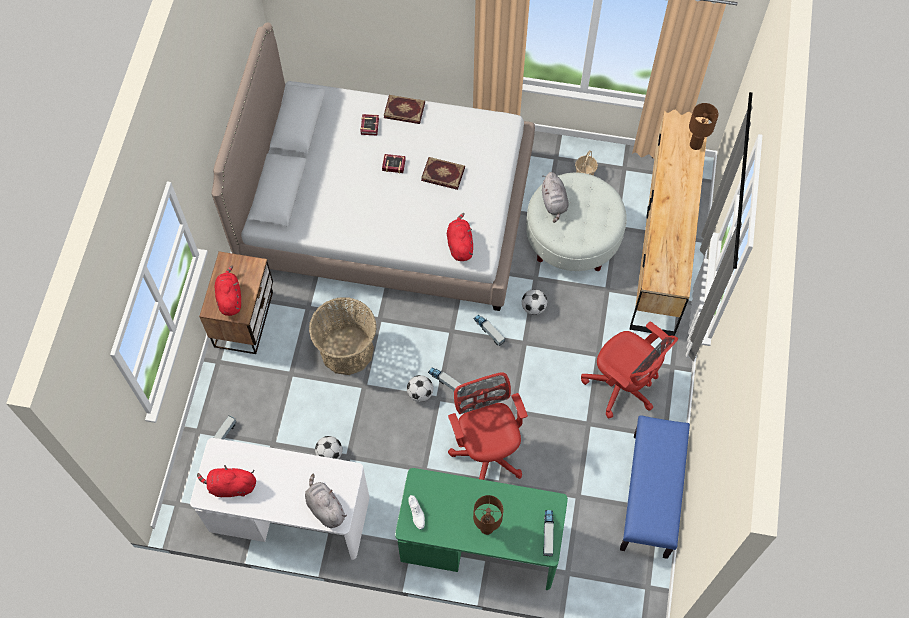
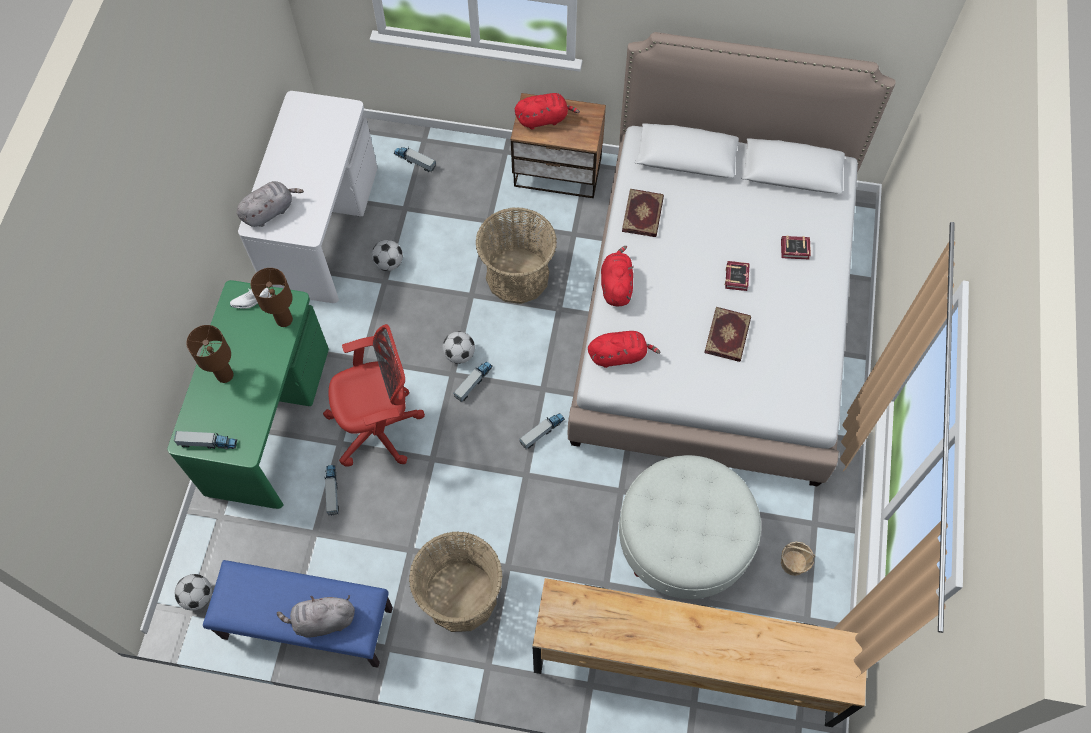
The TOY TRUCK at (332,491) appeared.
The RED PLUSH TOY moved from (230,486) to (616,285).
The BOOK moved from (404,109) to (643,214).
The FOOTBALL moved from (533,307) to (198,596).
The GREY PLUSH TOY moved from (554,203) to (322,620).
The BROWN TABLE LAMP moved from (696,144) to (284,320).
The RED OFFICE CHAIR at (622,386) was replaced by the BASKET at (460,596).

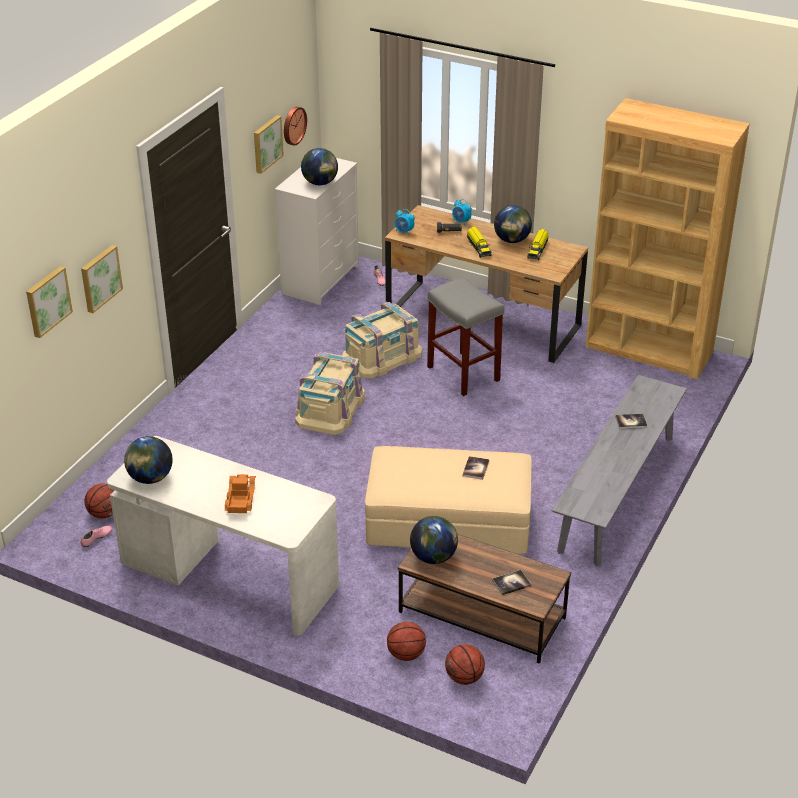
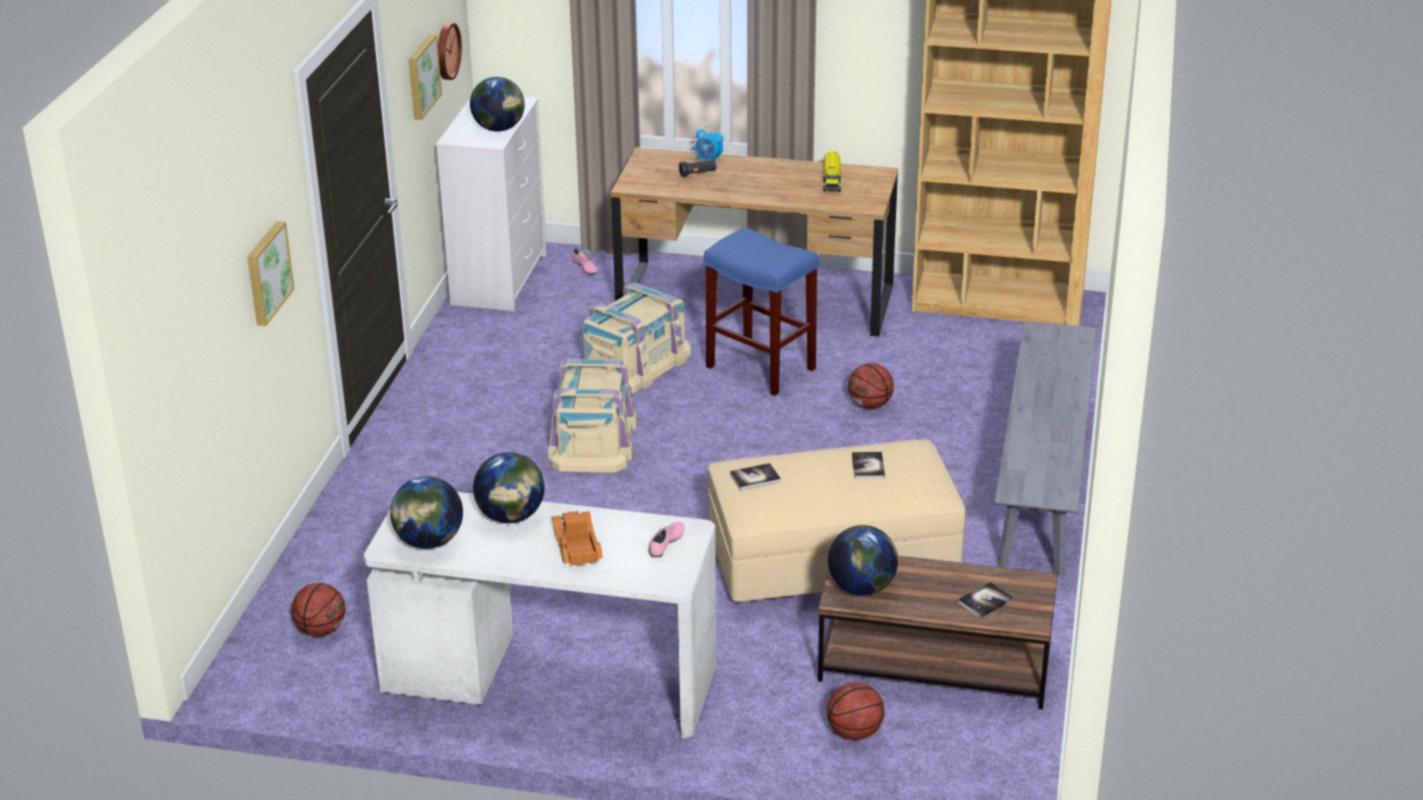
The PICTURE at (47,301) disappeared.
The ALARM CLOCK at (404,232) disappeared.
The TOY TRUCK at (478,247) disappeared.
The PINK SHOE moved from (96,539) to (666,544).
The BASKETBALL moved from (464,678) to (870,405).
The GLOBE moved from (512,240) to (511,517).
The BOOK moved from (631,422) to (755,478).
The GREY STOOL at (462,373) became the BLUE STOOL at (759,368).

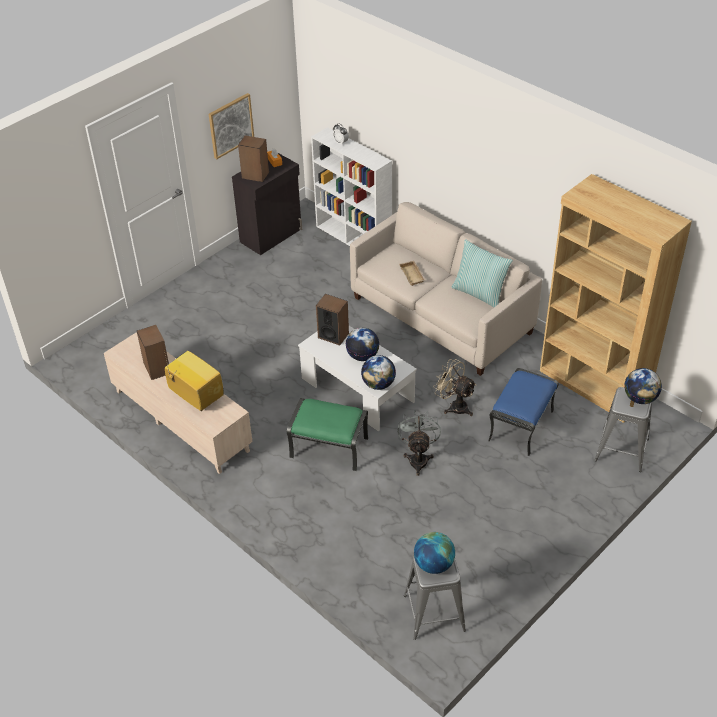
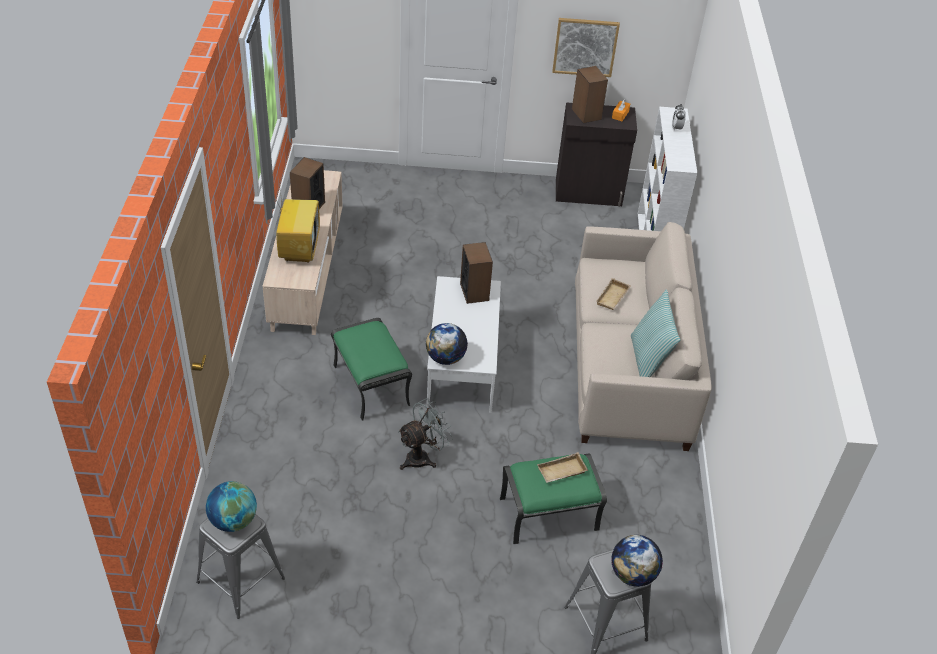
The GLOBE at (363,356) disappeared.
The BEIGE FAN at (454,406) disappeared.
The BROWN BOOKCASE at (593,385) disappeared.
The BEIGE TRAY at (561,472) appeared.
The BLUE OTTOMAN at (521,426) became the GREEN OTTOMAN at (548,515).

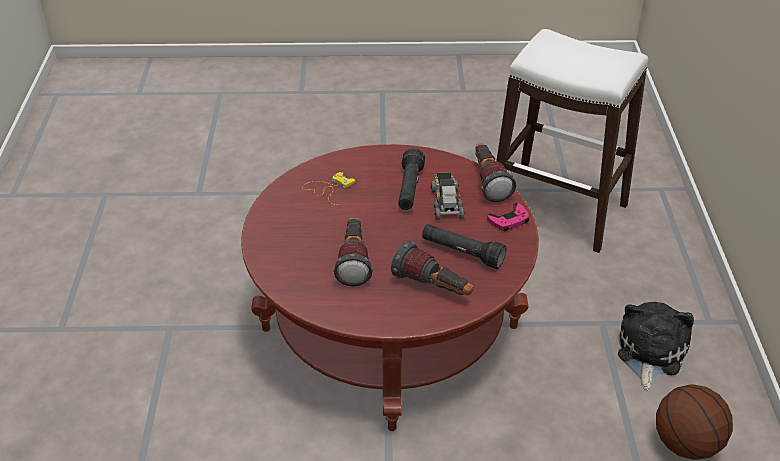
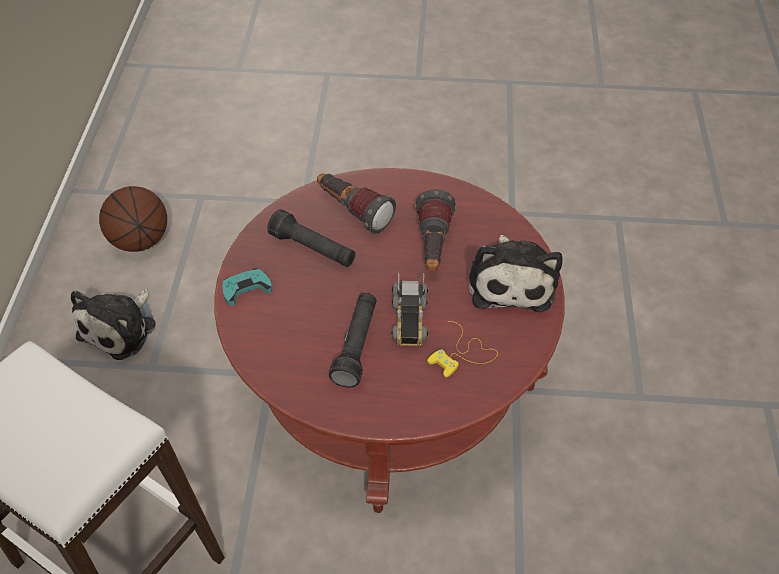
The FLASHLIGHT at (488,182) disappeared.
The PLUSH TOY at (511,281) appeared.
The TOY TRUCK moved from (446,202) to (409,319).
The PINK GAME CONTROLLER at (509,220) became the TURQUOISE GAME CONTROLLER at (246,288).

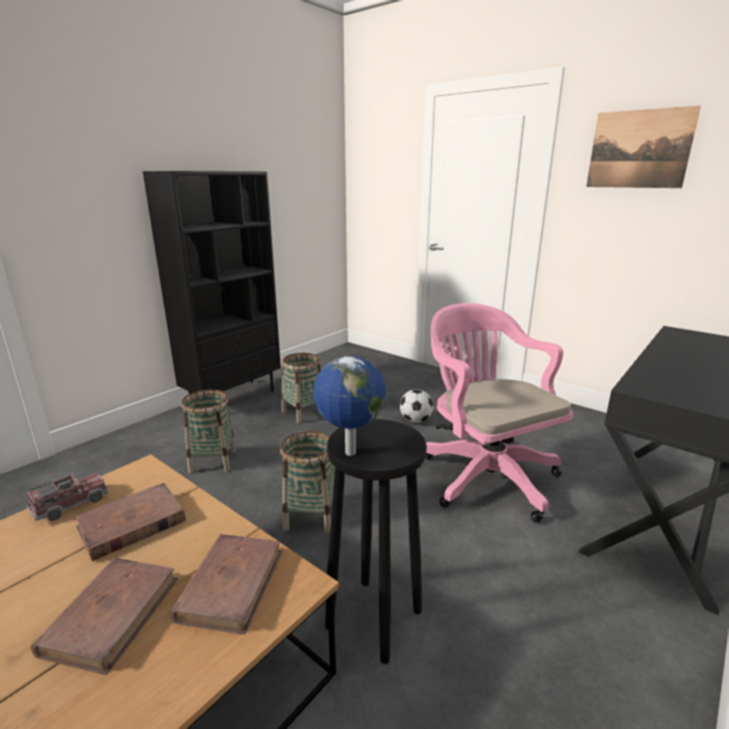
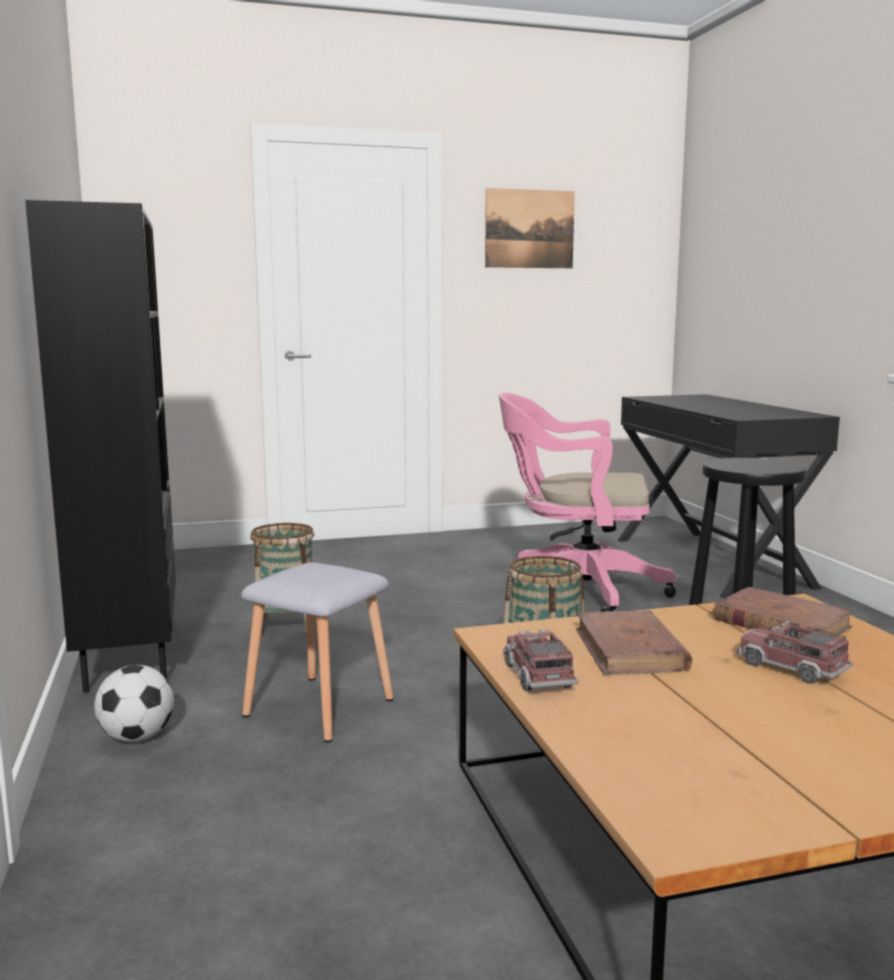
The GLOBE at (349,453) disappeared.
The FOOTBALL moved from (415,420) to (137,737).
The BROWN BOOK at (112,615) was replaced by the TOY TRUCK at (791,668).
The BASKET at (213,461) was replaced by the GREY STOOL at (319,706).

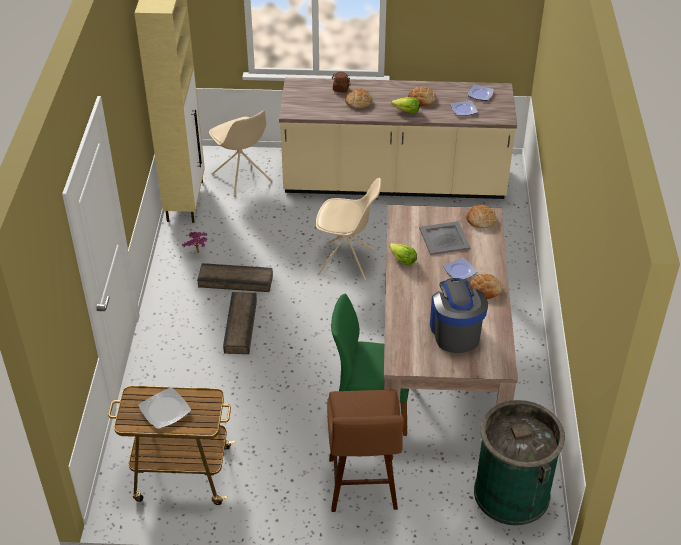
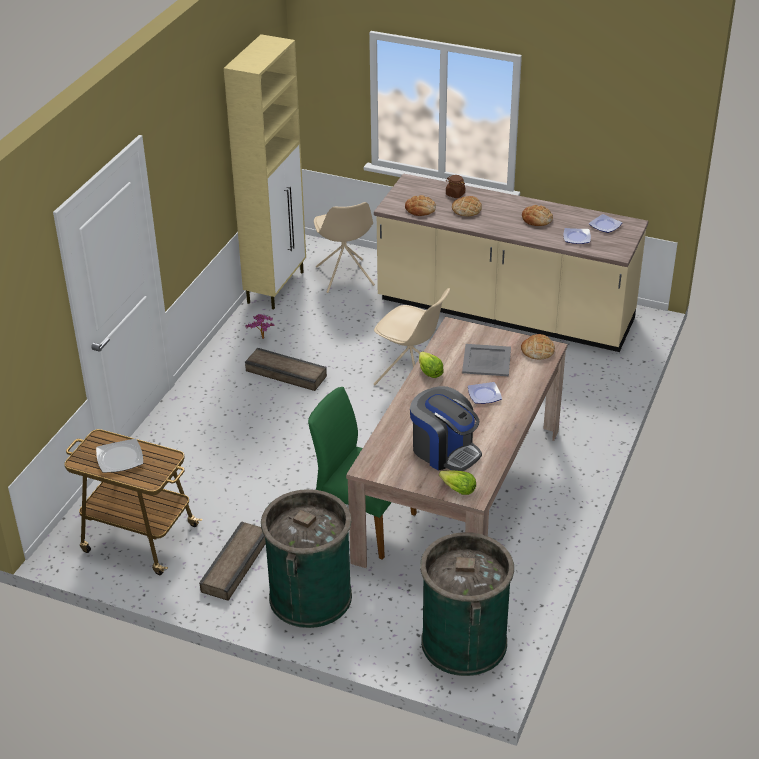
The CRATE moved from (239,326) to (234,564).
The LETTUCE moved from (406,111) to (457,489).
The BREAD moved from (485,289) to (420,209).
The BROWN STOOL at (363,487) was replaced by the GREEN TRASH CAN at (310,596).
The COFFEE MACHINE at (455,331) turned 120 degrees clockwise.

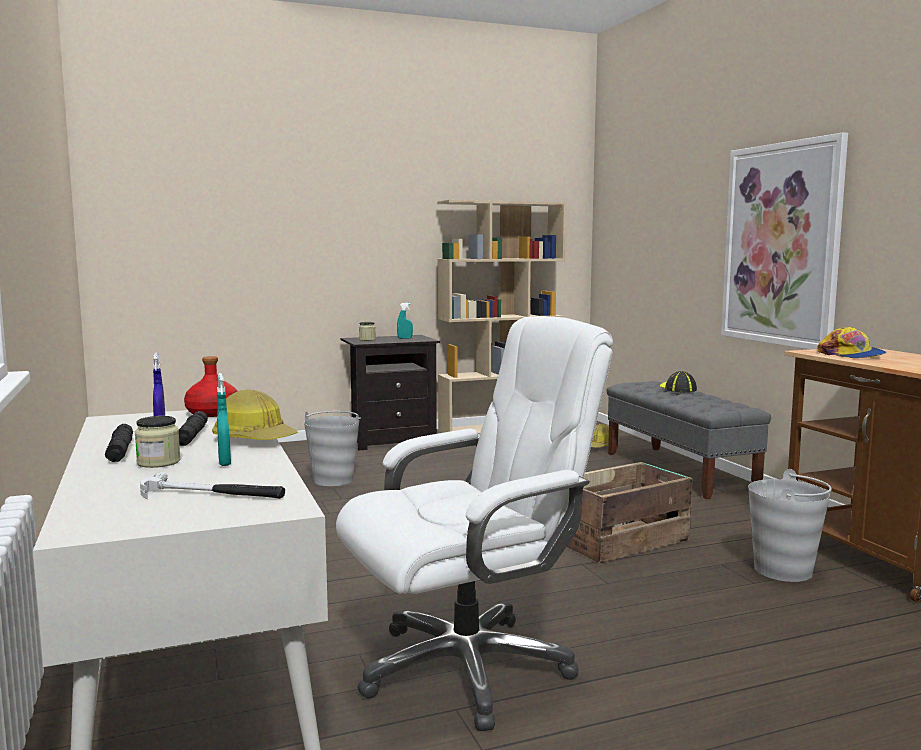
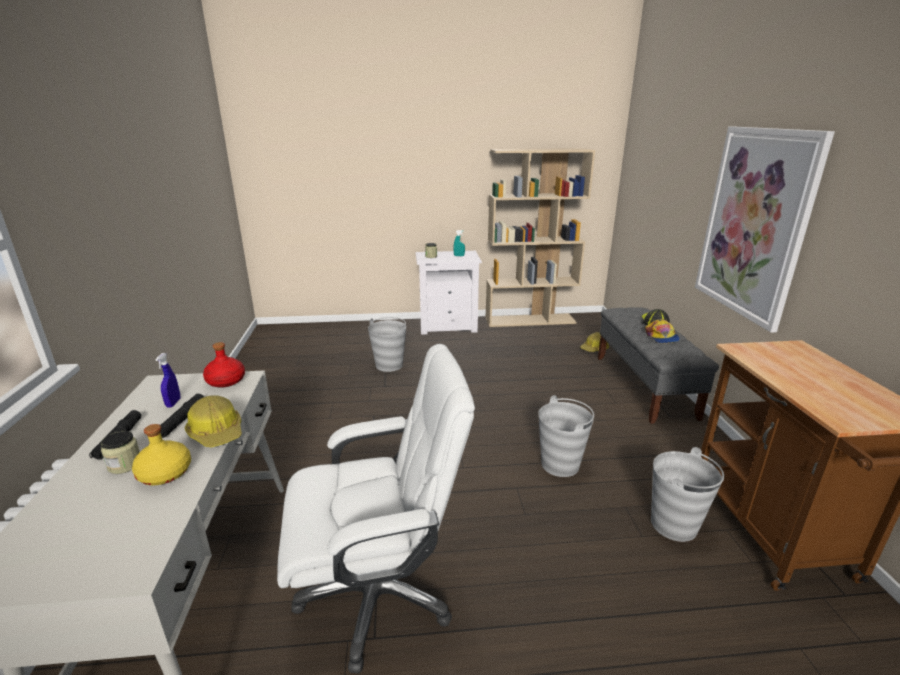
The HAMMER at (211,494) disappeared.
The CAP moved from (851,355) to (661,337).
The TURQUOISE SPRAY BOTTLE at (224,463) was replaced by the YELLOW BOTTLE at (164,474).
The CRATE at (623,540) was replaced by the GREY BUCKET at (560,464).
The BLACK NIGHTSTAND at (391,440) became the WHITE NIGHTSTAND at (448,325).

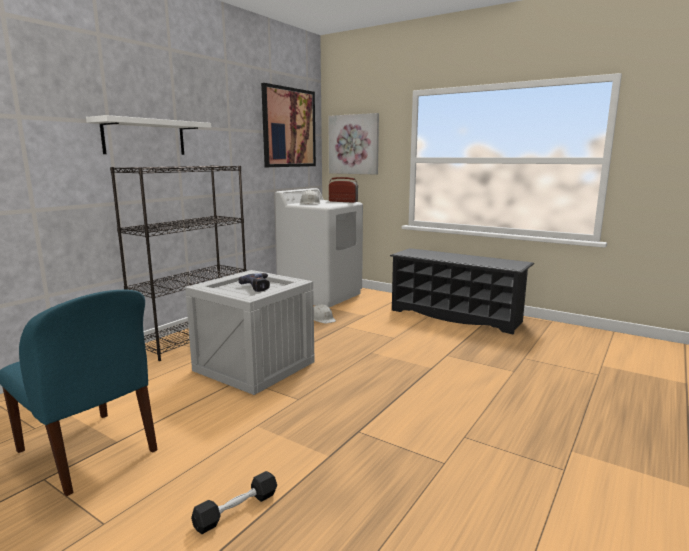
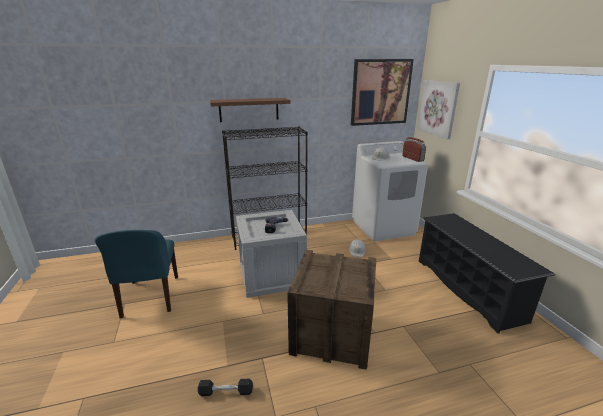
The CRATE at (332,333) appeared.
The BLACK DUMBBELL moved from (236,510) to (226,392).
The WHITE SHELF at (144,137) became the BROWN SHELF at (249,109).

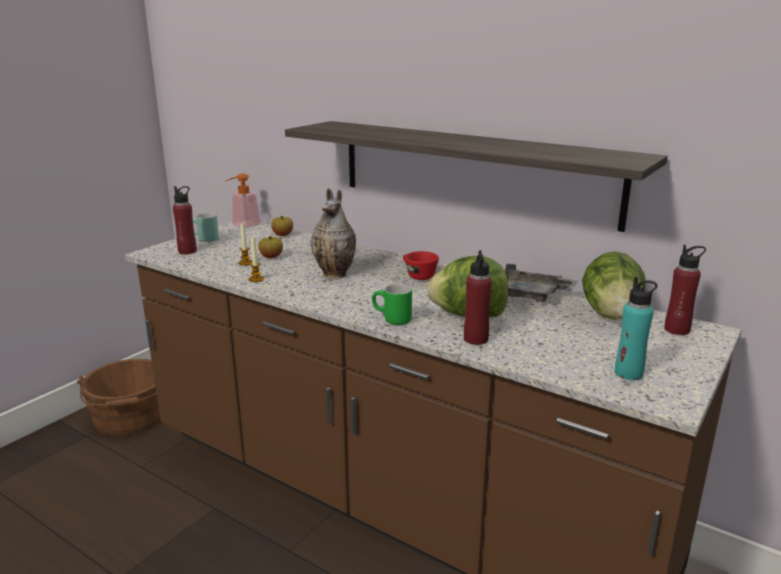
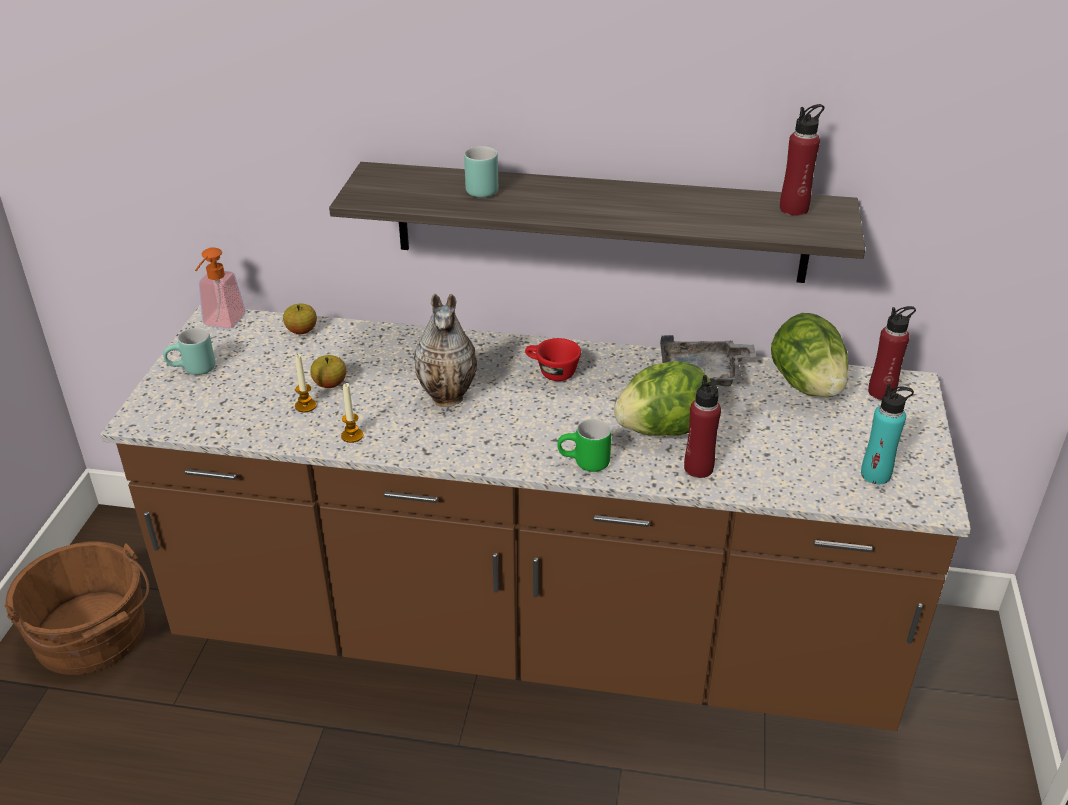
The TURQUOISE MUG at (479,188) appeared.
The RED BOTTLE moved from (187,251) to (794,209).

